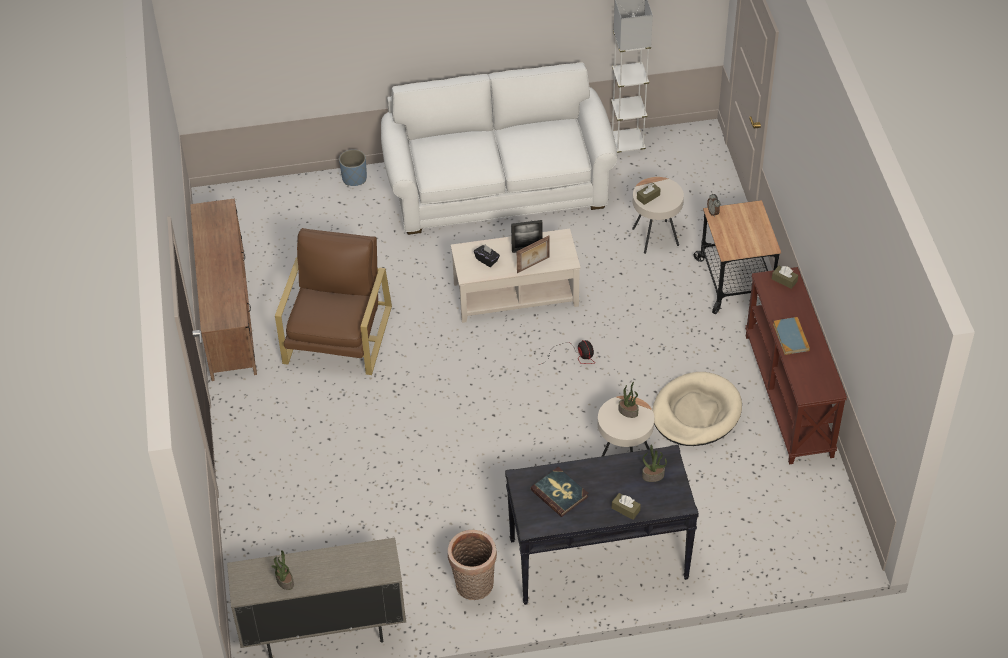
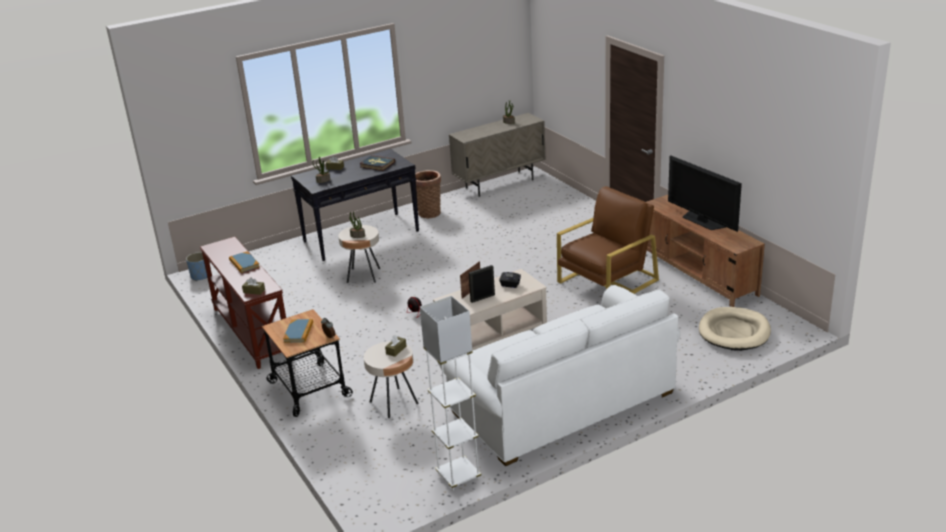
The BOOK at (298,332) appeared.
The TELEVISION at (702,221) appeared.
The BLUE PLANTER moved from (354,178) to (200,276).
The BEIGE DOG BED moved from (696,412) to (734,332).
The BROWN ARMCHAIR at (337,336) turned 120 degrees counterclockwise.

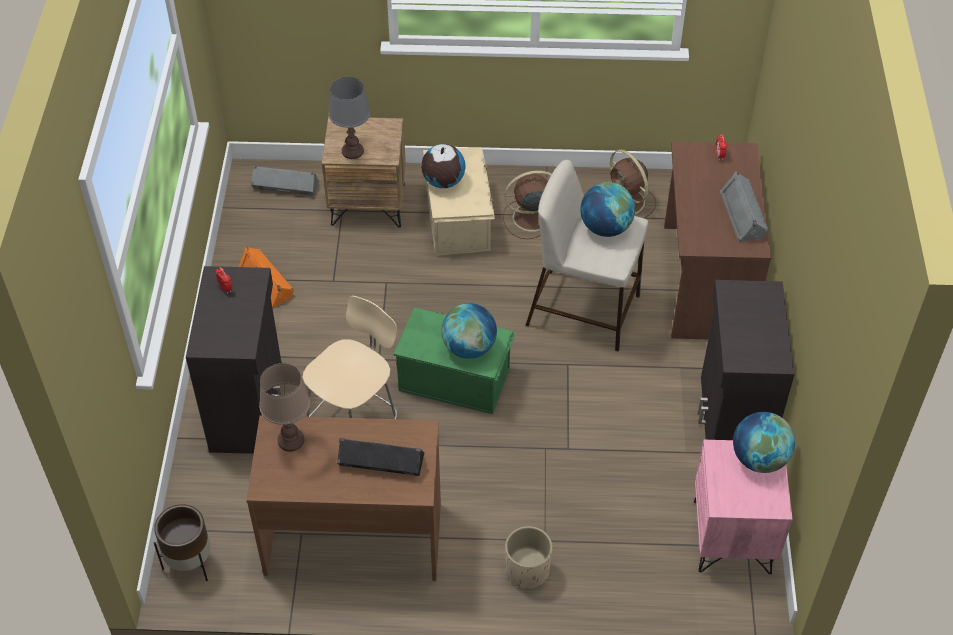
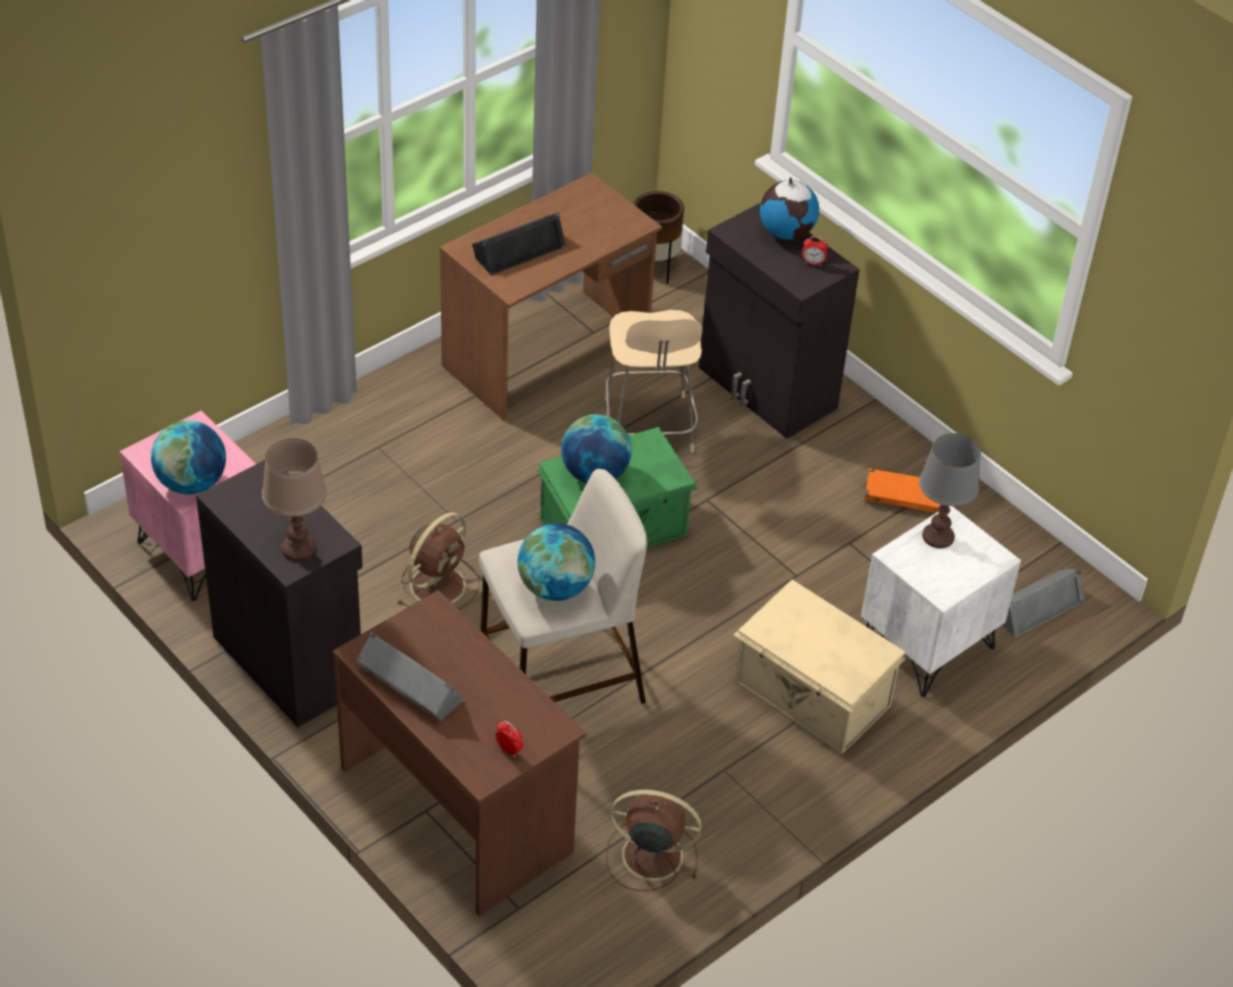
The BEIGE PLANTER at (527,571) disappeared.
The BROWN TABLE LAMP moved from (291,440) to (298,549).
The GLOBE moved from (443,181) to (786,232).
The BROWN FAN moved from (529,218) to (439,584).
The BROWN NIGHTSTAND at (368,204) became the WHITE NIGHTSTAND at (927,647).

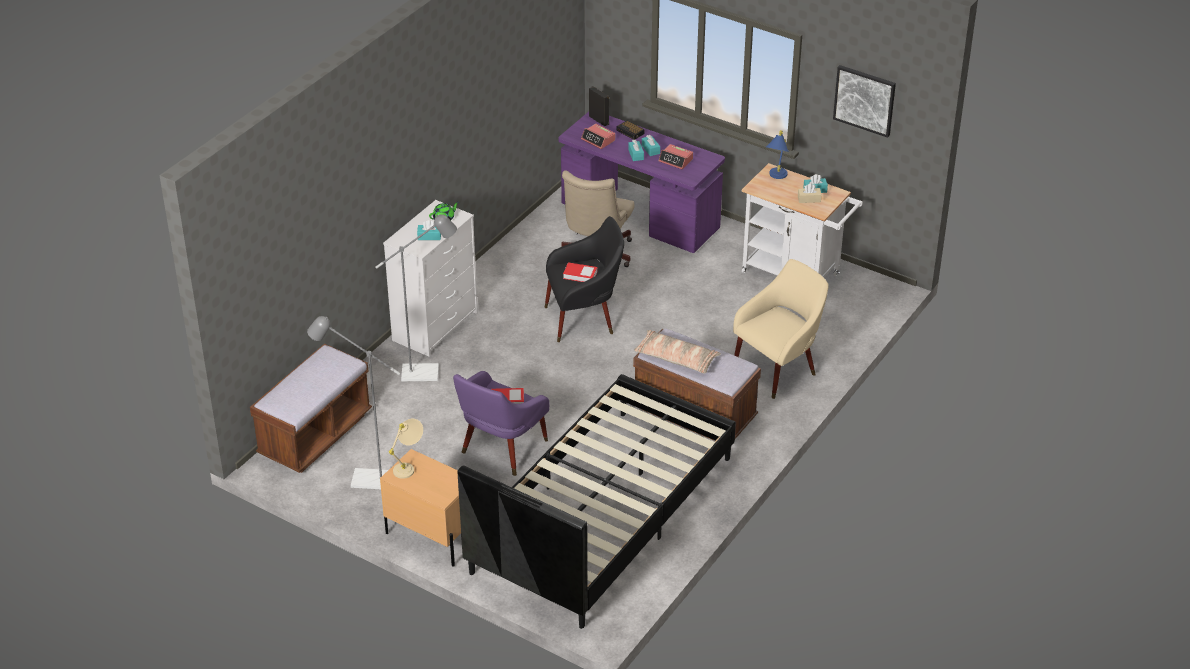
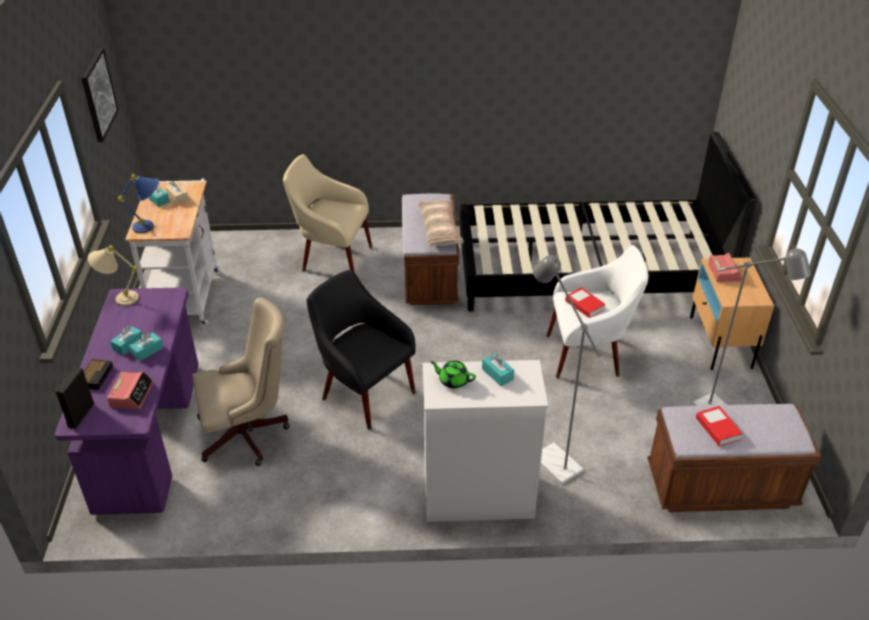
The BEIGE TABLE LAMP moved from (409,467) to (119,298).
The BOOK moved from (580,275) to (717,429).
The ALARM CLOCK moved from (676,160) to (724,272).
The PURPLE ARMCHAIR at (501,450) became the WHITE ARMCHAIR at (588,354).

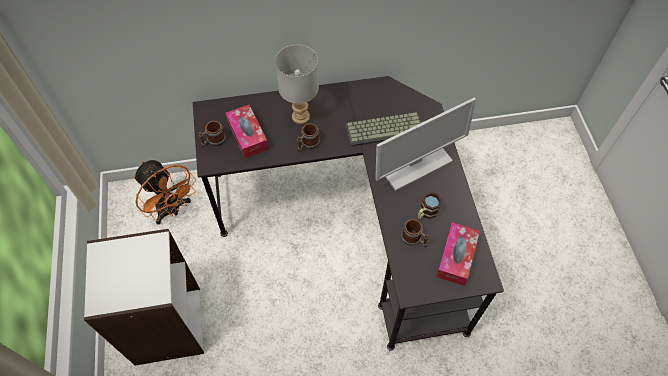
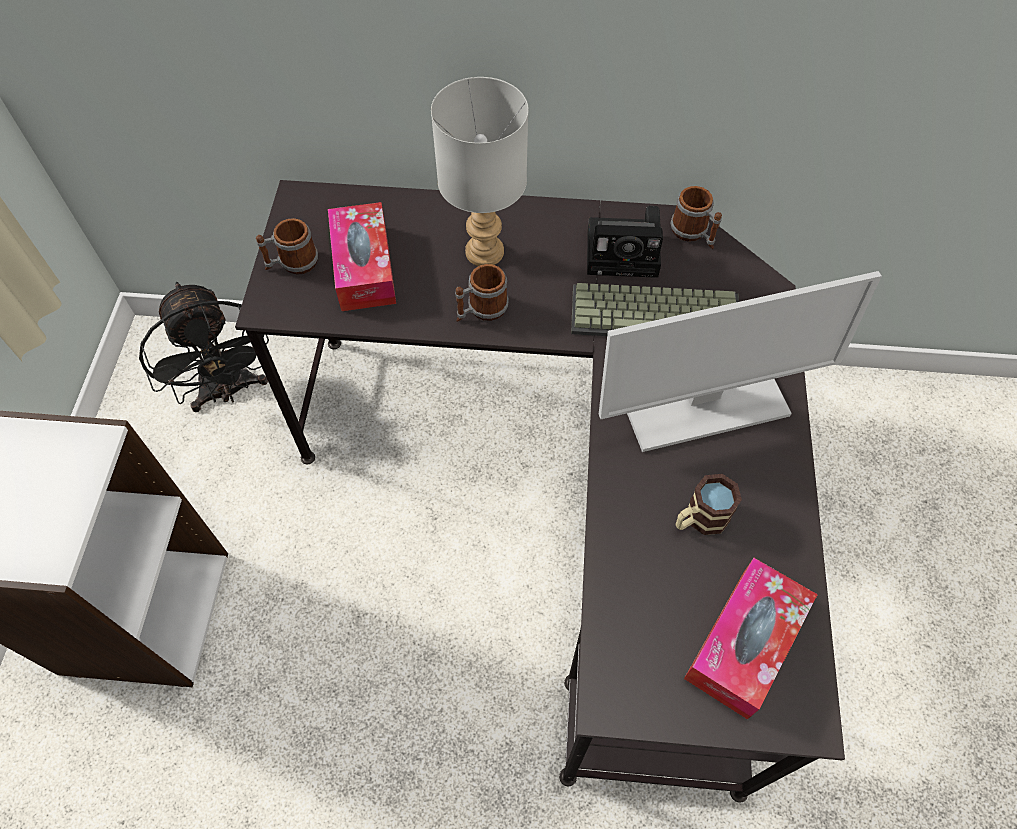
The PHOTO CAMERA at (626,253) appeared.
The MUG moved from (414,239) to (693,234).
The ORANGE FAN at (172,210) became the BLACK FAN at (229,391).

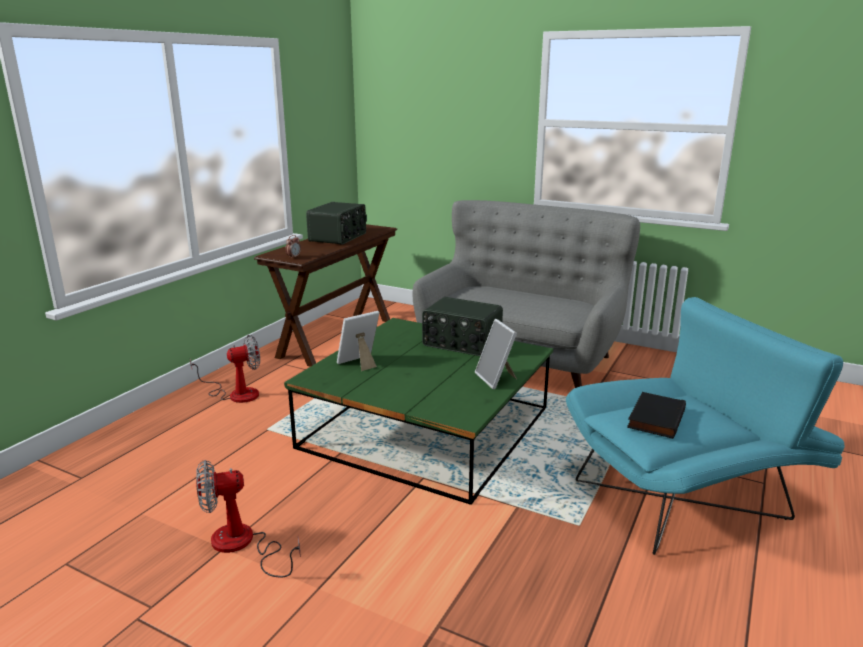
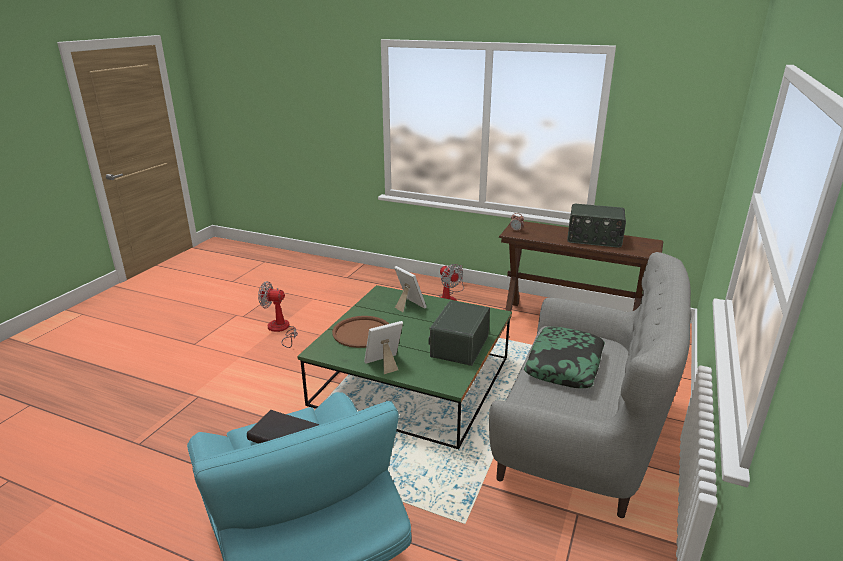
The BROWN TRAY at (362,332) appeared.
The PILLOW at (564,365) appeared.
The FAN at (242,545) turned 60 degrees counterclockwise.

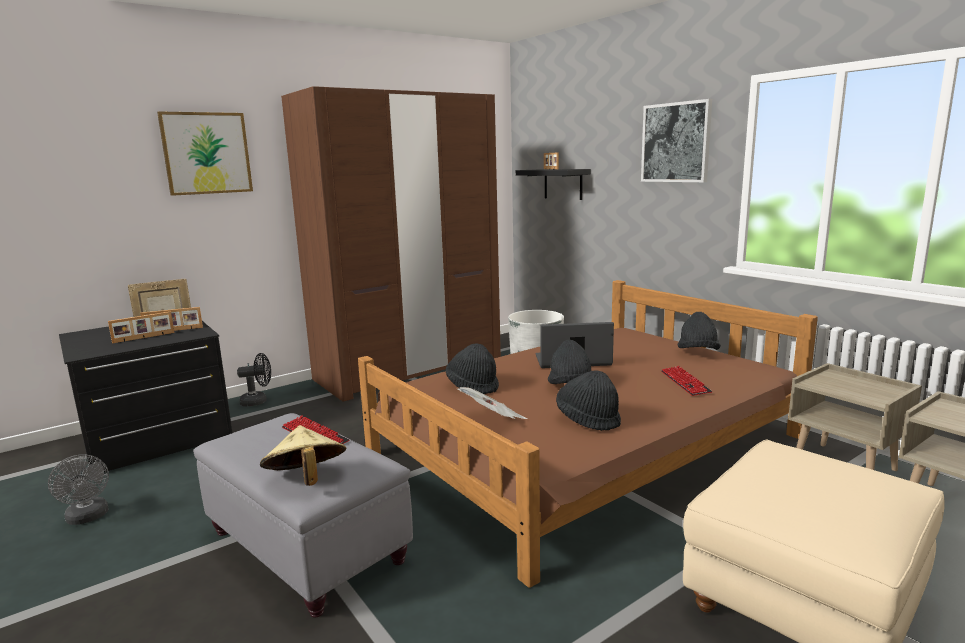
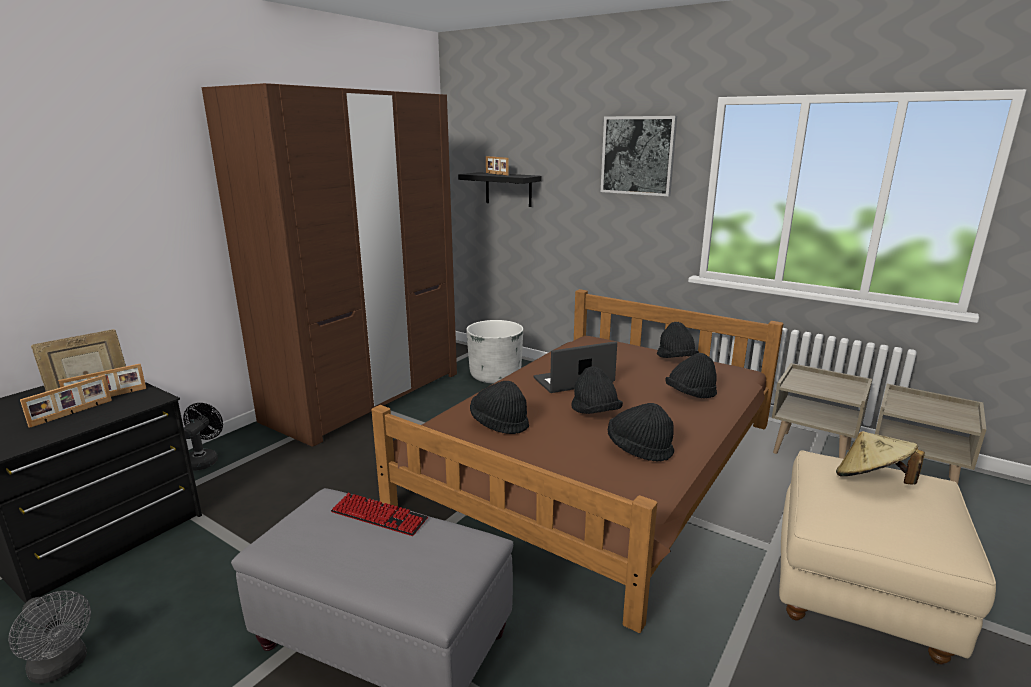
The PICTURE at (206,153) disappeared.
The NEWSPAPER at (493,420) disappeared.
The BEIGE HAT moved from (306,480) to (871,480).
The KEYBOARD at (685,382) was replaced by the BLACK HAT at (690,395).
The BLACK FAN at (258,401) turned 45 degrees counterclockwise.

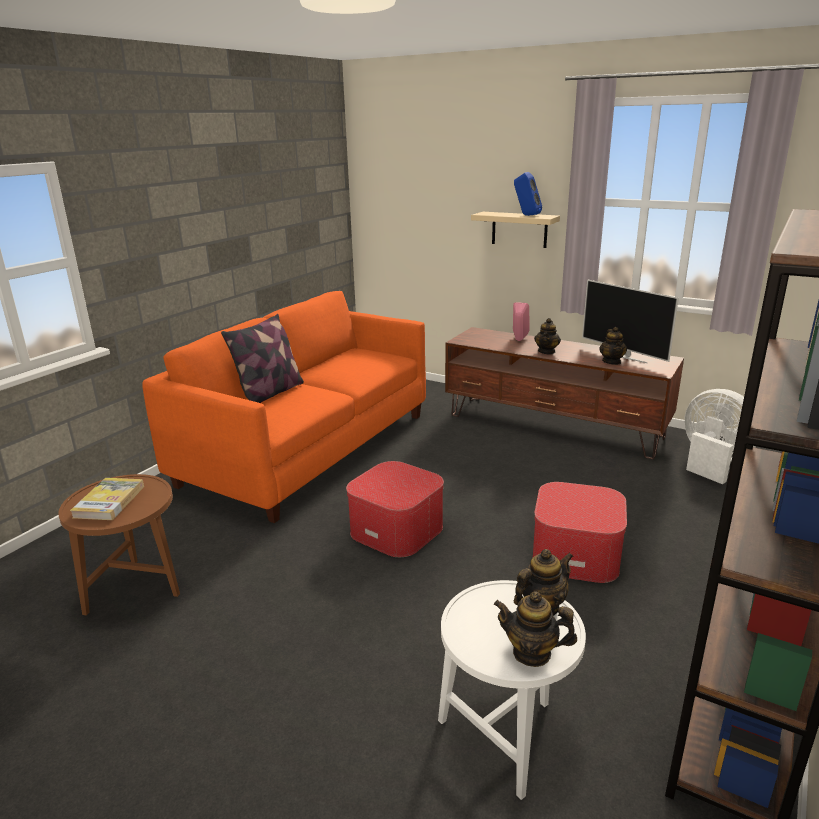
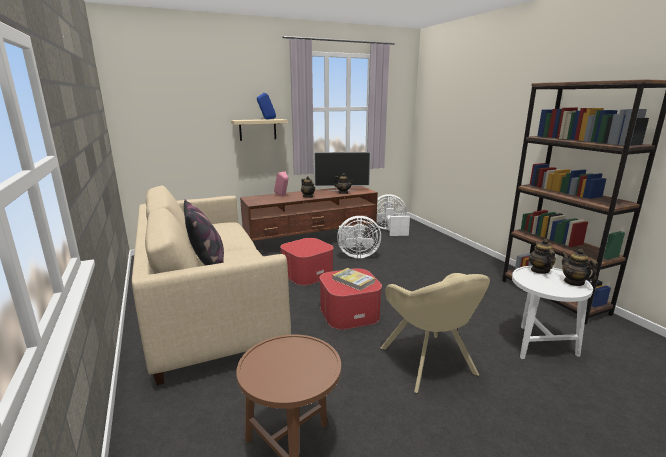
The WHITE FAN at (356,255) appeared.
The BEIGE ARMCHAIR at (430,364) appeared.
The BOOK moved from (109,501) to (353,281).
The OTTOMAN moved from (576,553) to (307,273).
The ORANGE SOFA at (308,448) became the BEIGE SOFA at (208,308).
The TEAPOT at (532,653) turned 105 degrees clockwise.

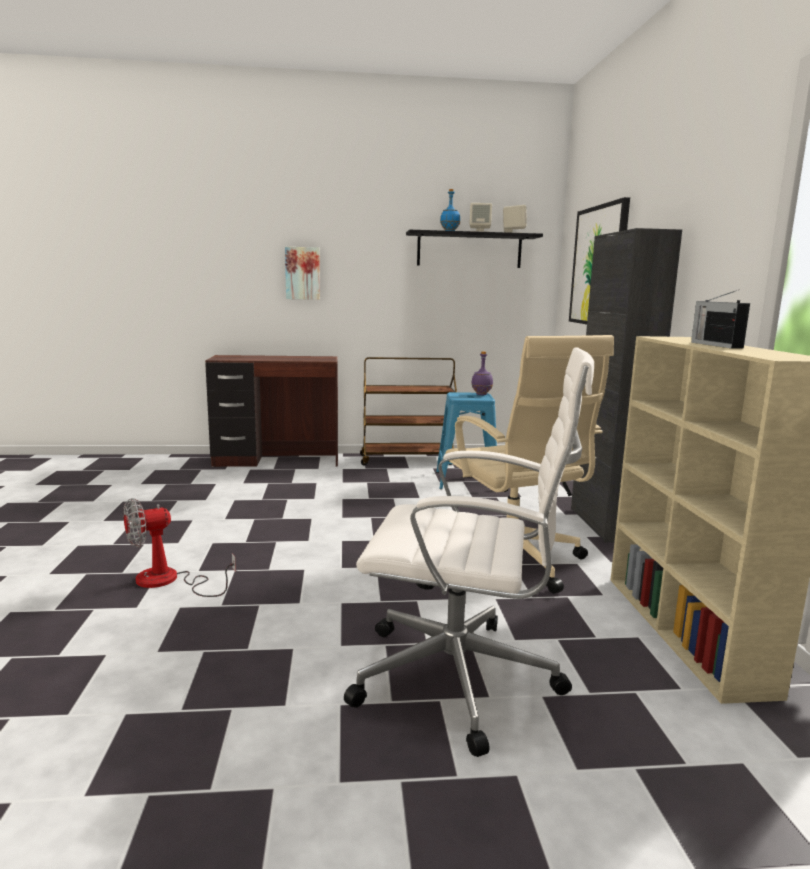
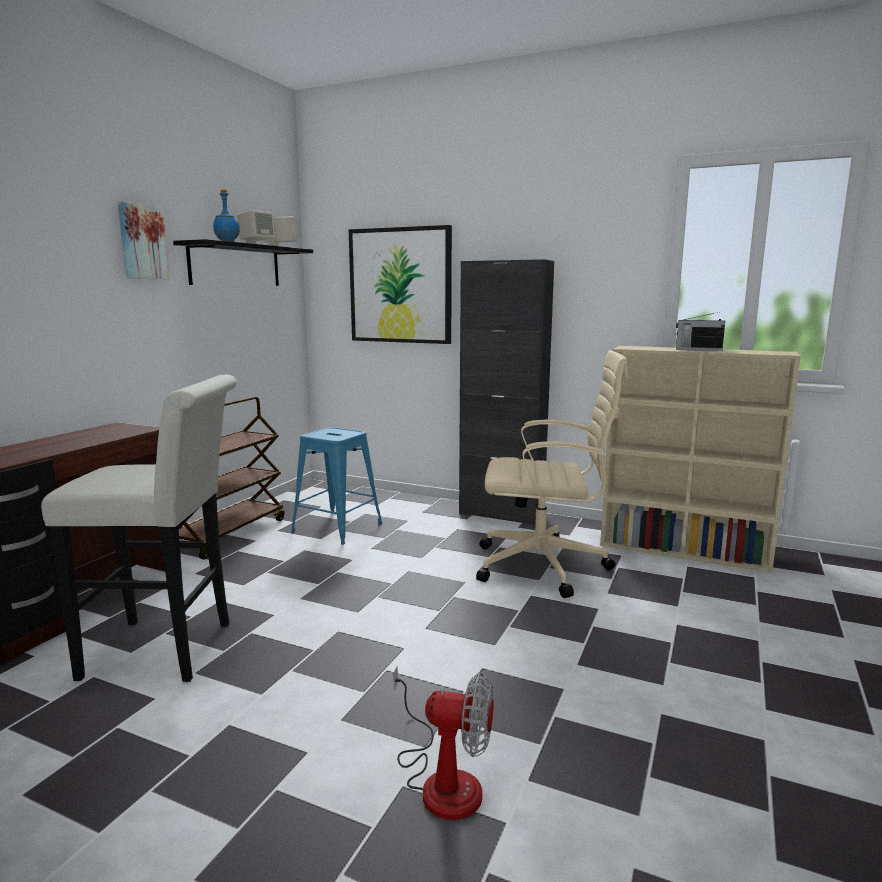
The WHITE OFFICE CHAIR at (462,679) disappeared.
The PURPLE BOTTLE at (481,394) disappeared.
The WHITE STOOL at (169,650) appeared.
The PICTURE moved from (302,273) to (142,242).
The FAN at (169,581) turned 75 degrees counterclockwise.

